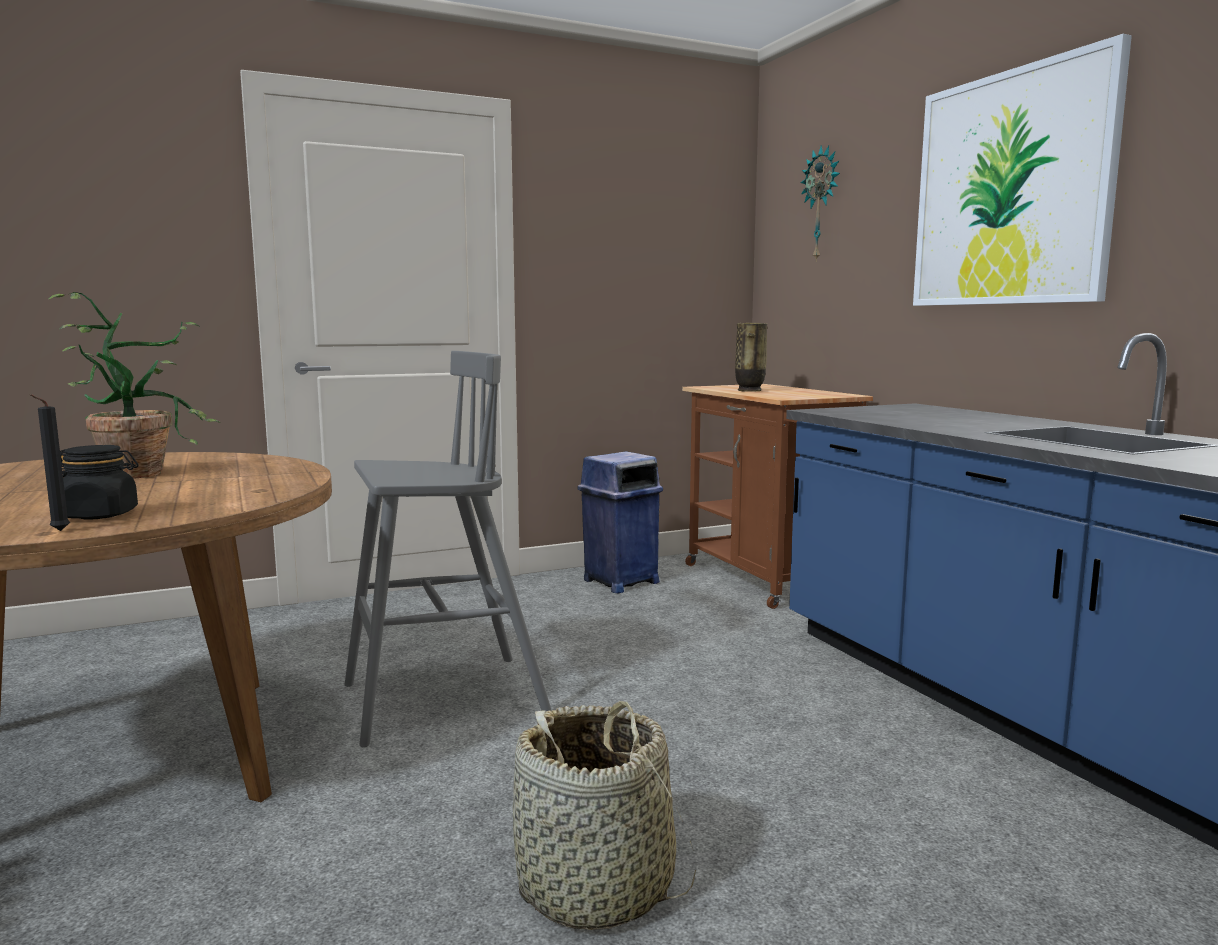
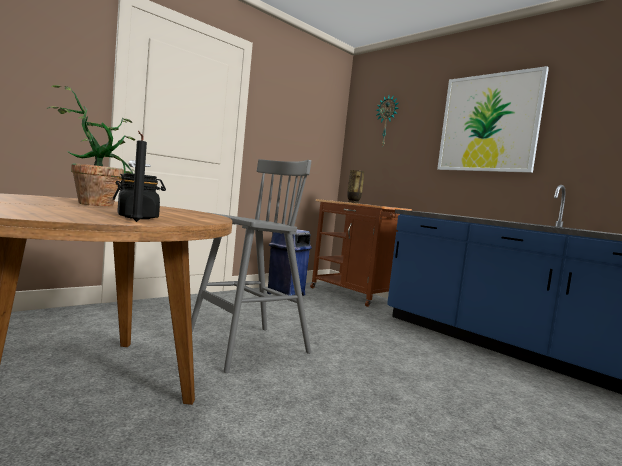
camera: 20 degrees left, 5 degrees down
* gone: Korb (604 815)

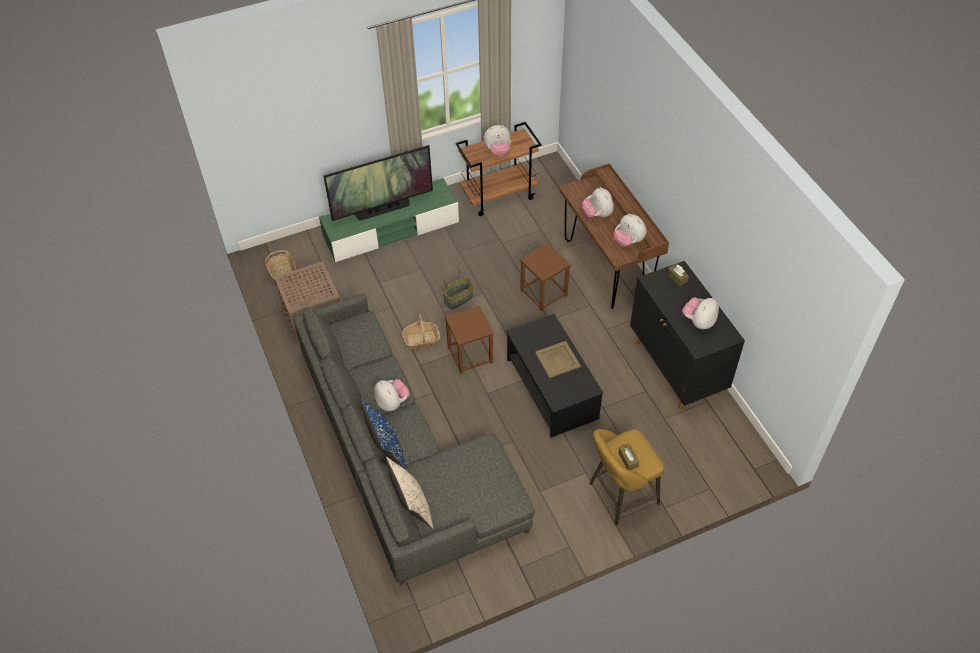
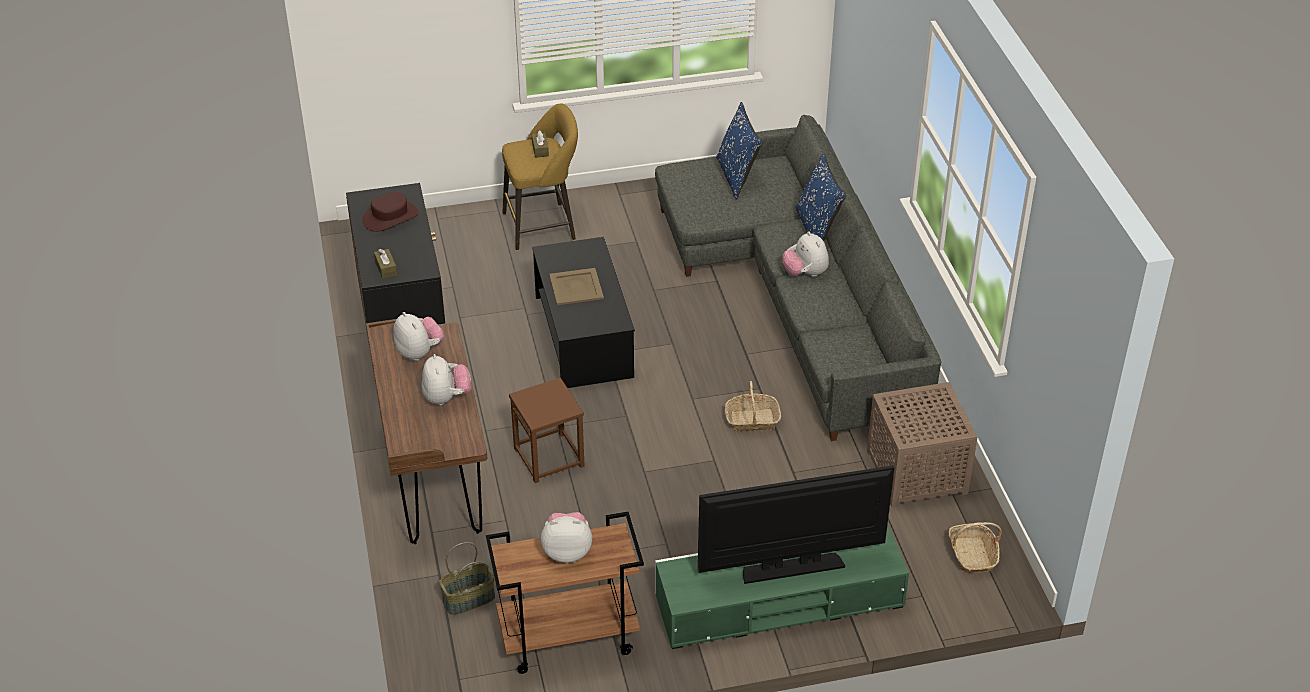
camera: 170 degrees left, 10 degrees down
* shifted: Korb (457 288) to (467 578)
* swapped: Plüschtier (700 313) to Hut [braun] (390 212)
* gone: Hocker [braun] (469 340)
* gone: Kissen [beige] (410 493)
* new: Kissen [blau] (739 151)

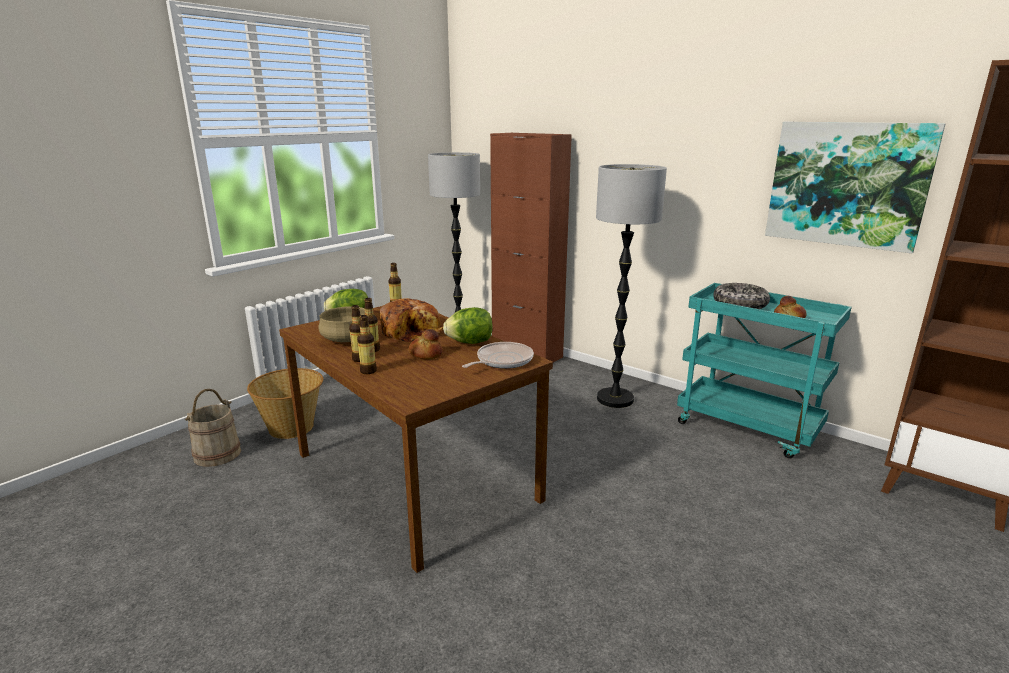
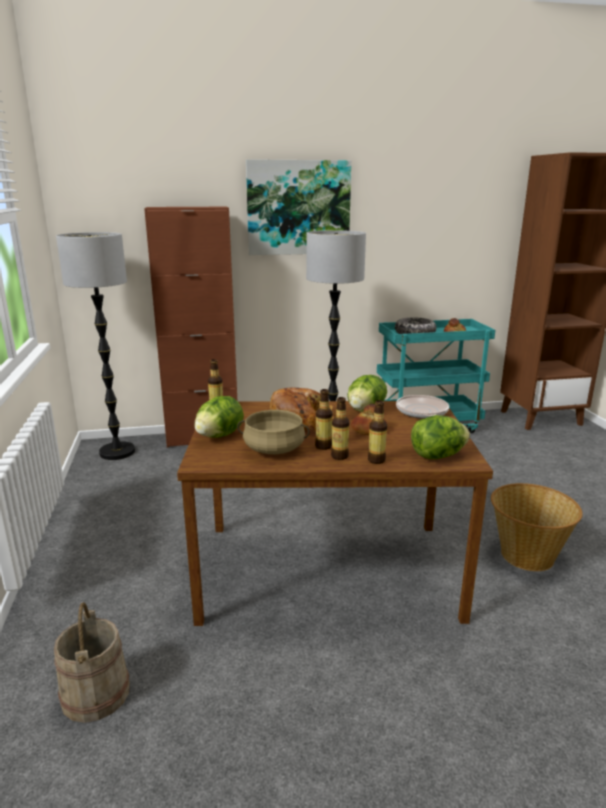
camera: 50 degrees left, 0 degrees up
* shifted: Bild (855 187) to (298 207)
* shifted: Korb (285 403) to (537 527)
* new: Salatkopf (440 437)

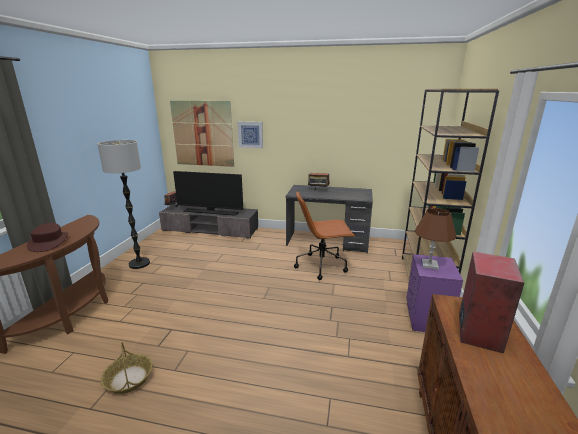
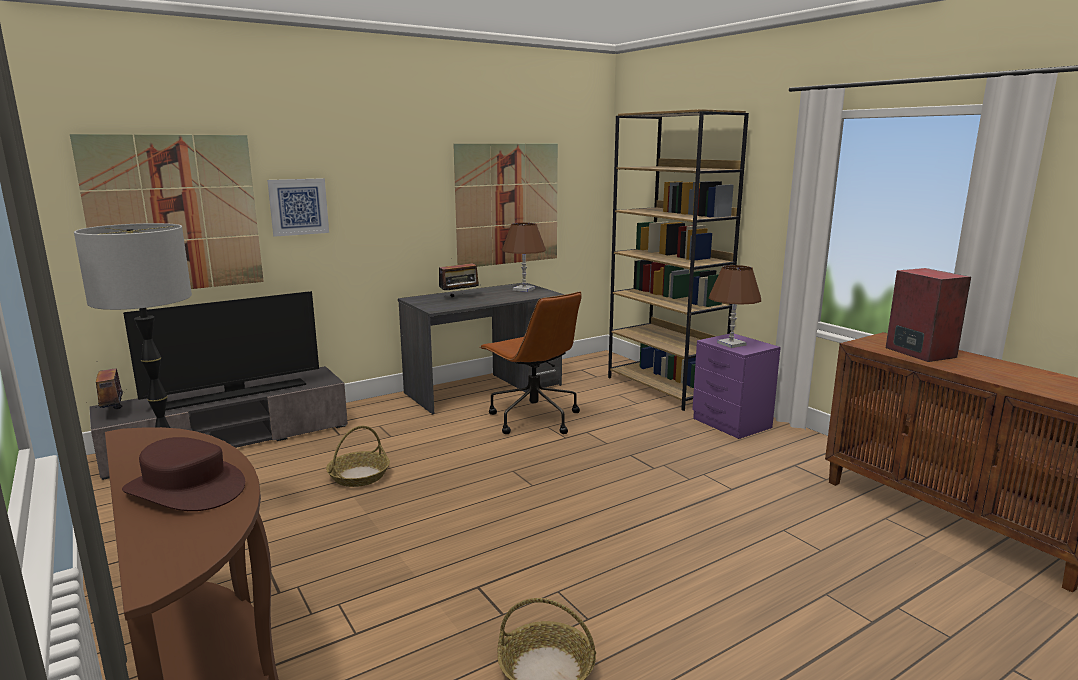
camera: 45 degrees left, 5 degrees down
* rotated: Bürostuhl [braun] (324 235) = (530 363) 75 degrees counterclockwise
* new: Bild (505 205)
* new: Tischlampe [braun] (524 257)
* new: Korb (358 456)

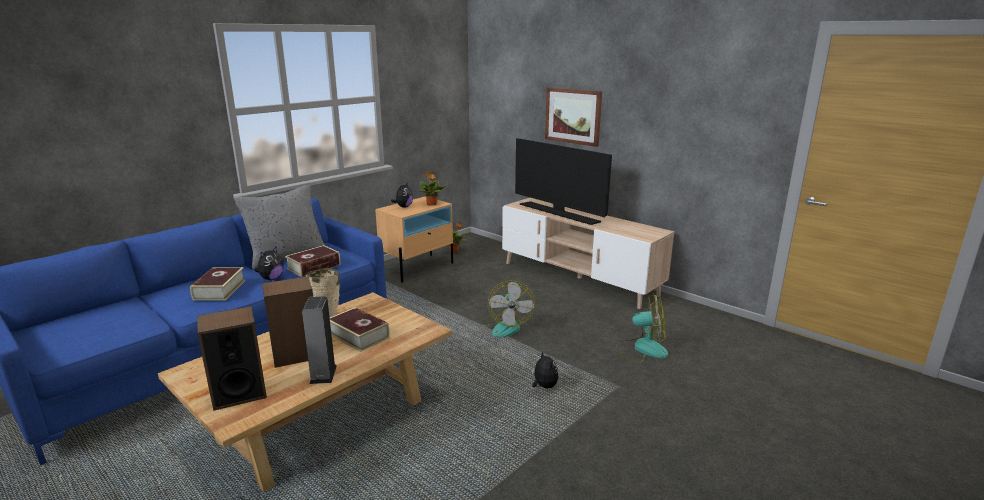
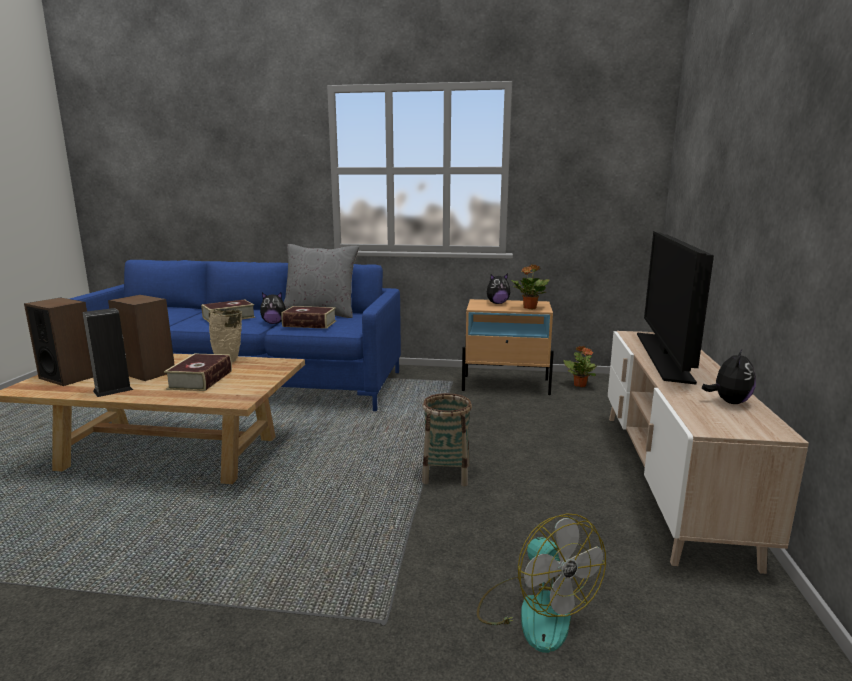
camera: 55 degrees right, 5 degrees down
* gone: Bild (573 117)
* swapped: Ventilator (507 309) to Korb (447 440)
* shifted: Plüschtier (544 369) to (729 376)

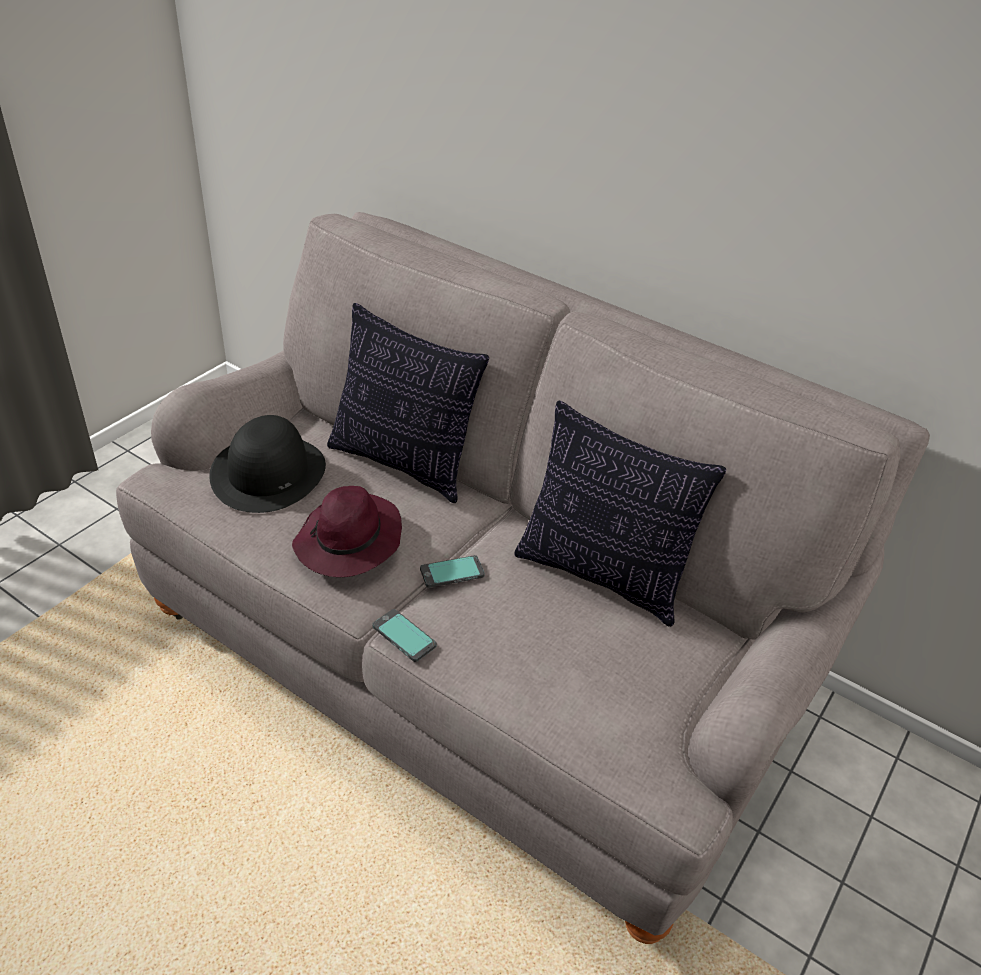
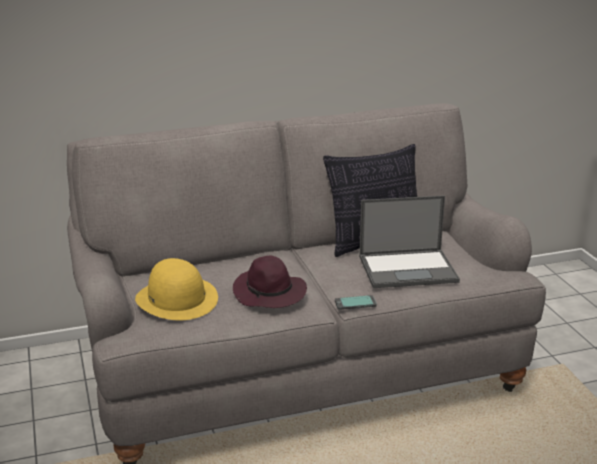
camera: 50 degrees left, 15 degrees down
* gone: Kissen (408 403)
* repainted: Hut [schwarz] (267 464) to Hut [gelb] (176 289)
* gone: Handy (452 571)
* new: Laptop (409 241)

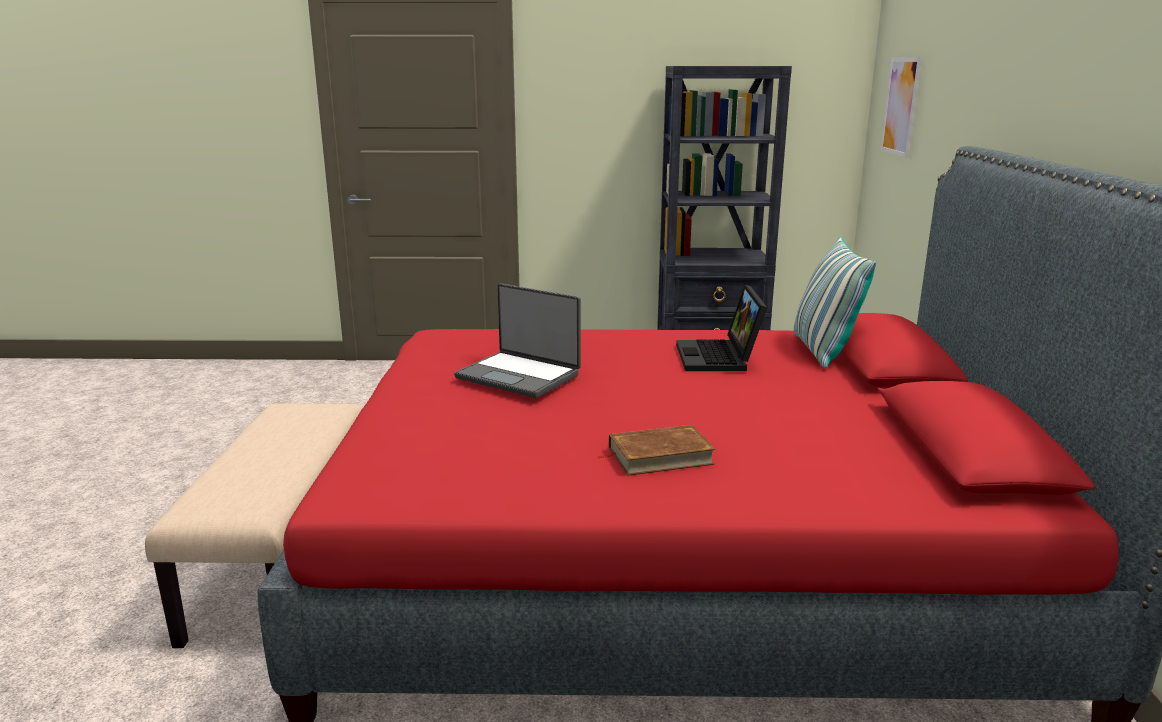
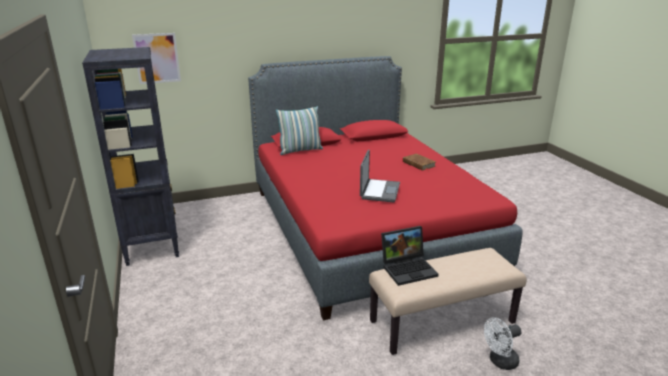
camera: 110 degrees left, 5 degrees up
* shifted: Laptop (721 328) to (410 256)
* new: Ventilator [weiß] (502 343)

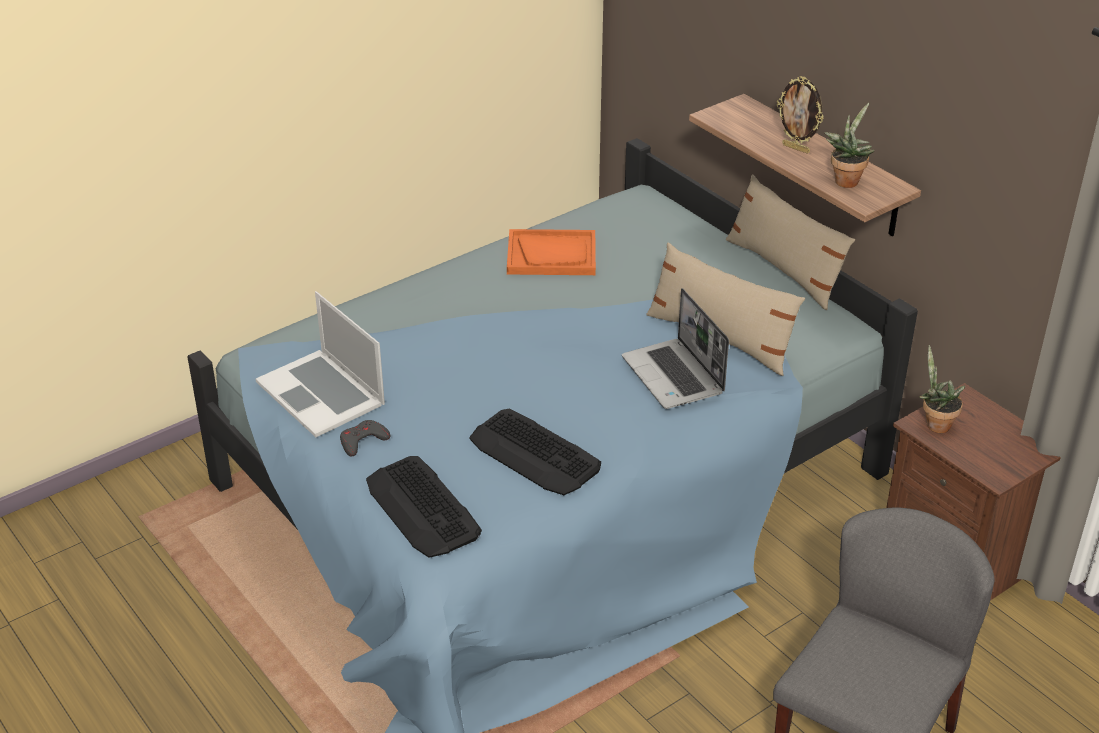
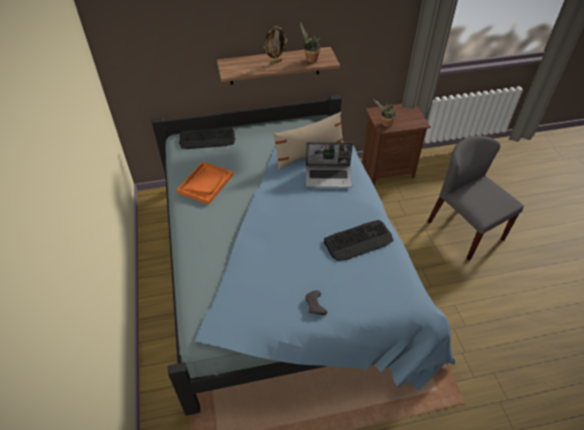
camera: 65 degrees left, 10 degrees up
* gone: Kissen [beige] (790 242)
* gone: Laptop (320 364)
* shifted: Tastatur (424 507) to (207 138)

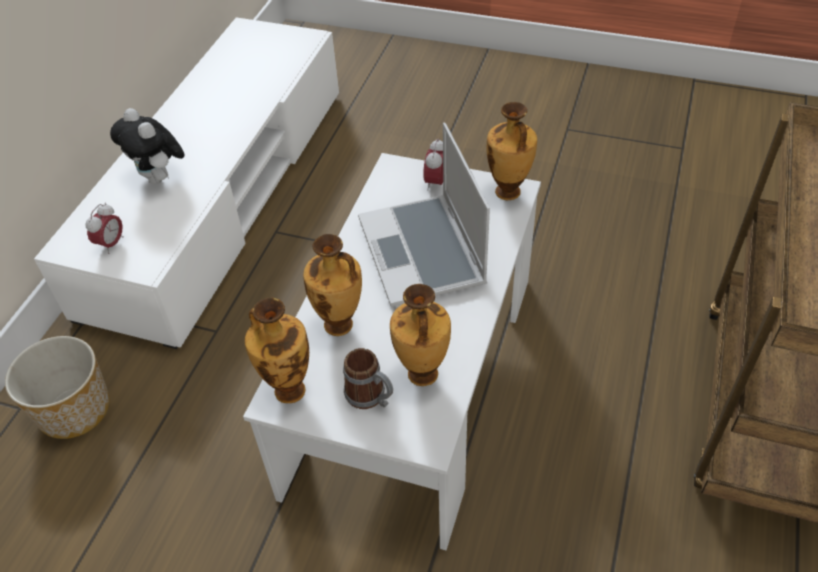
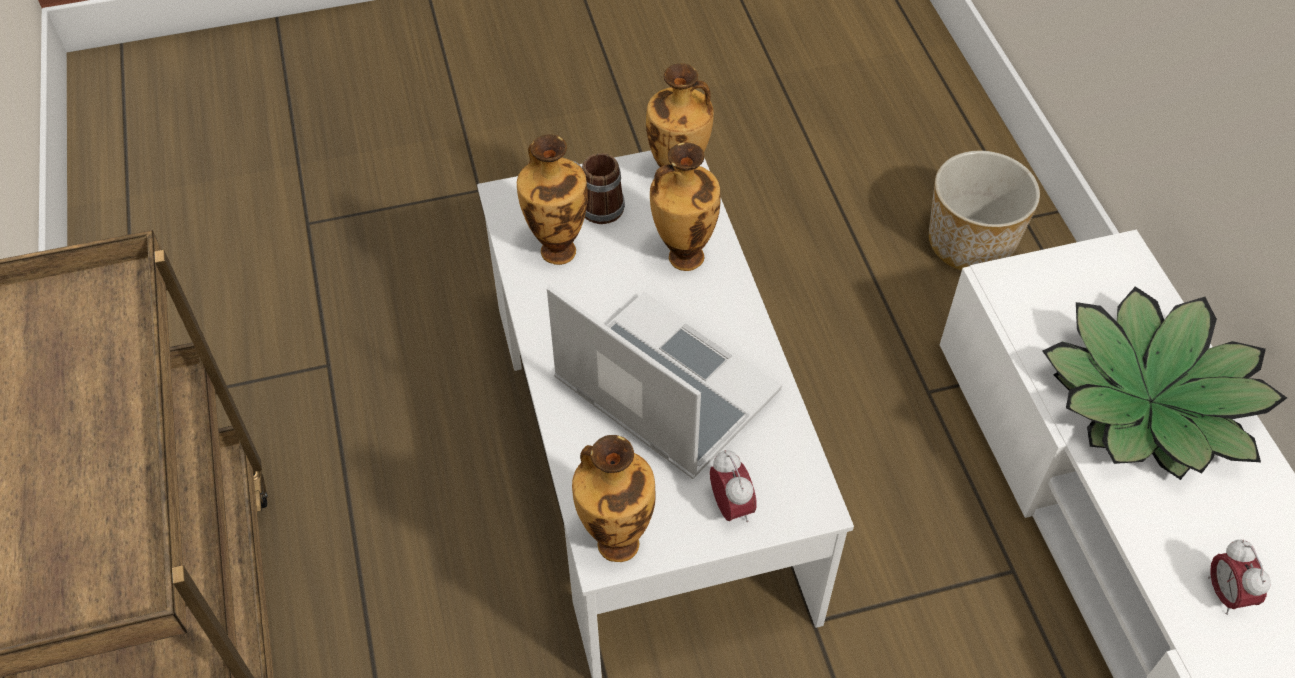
camera: 145 degrees right, 5 degrees up
* swapped: Plüschtier (147 146) to Topfpflanze (1164 383)
* shifted: Wecker (104 228) to (1239 577)

